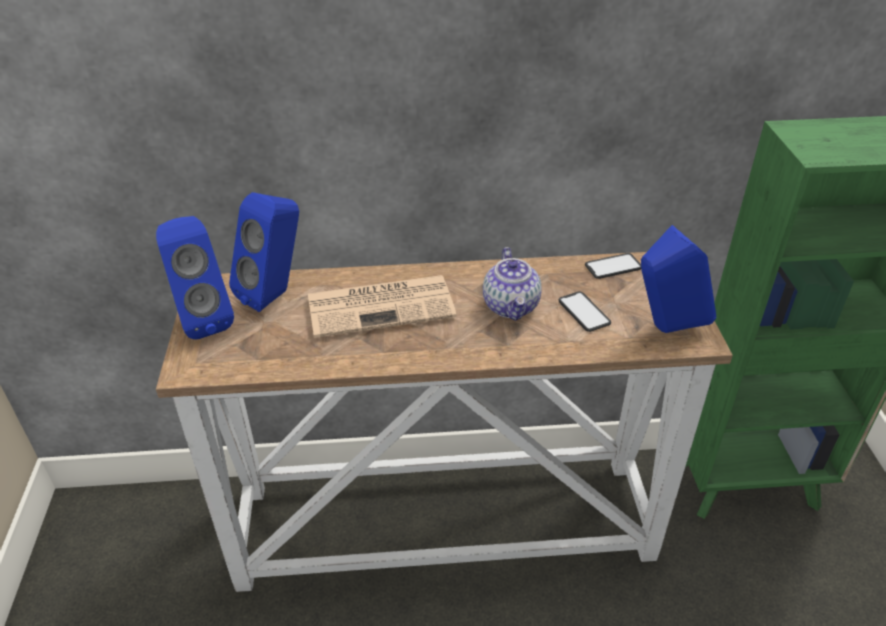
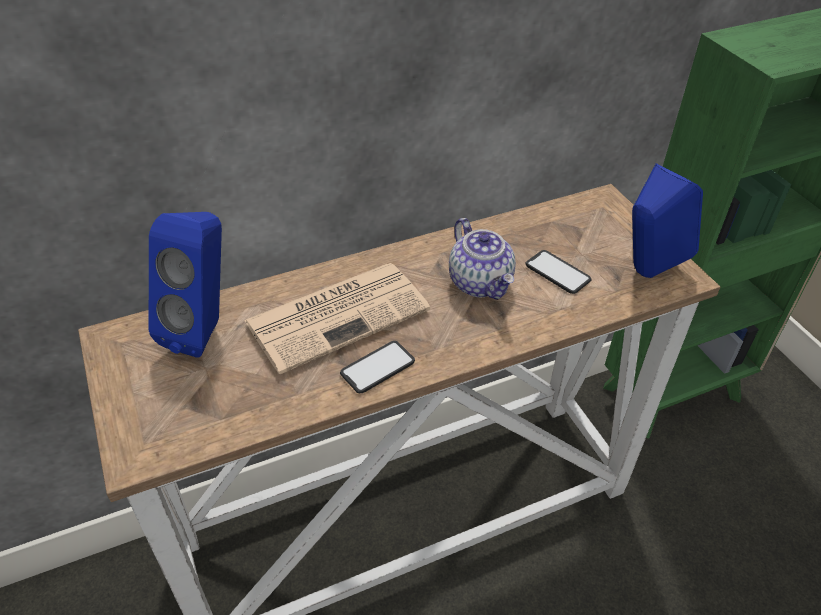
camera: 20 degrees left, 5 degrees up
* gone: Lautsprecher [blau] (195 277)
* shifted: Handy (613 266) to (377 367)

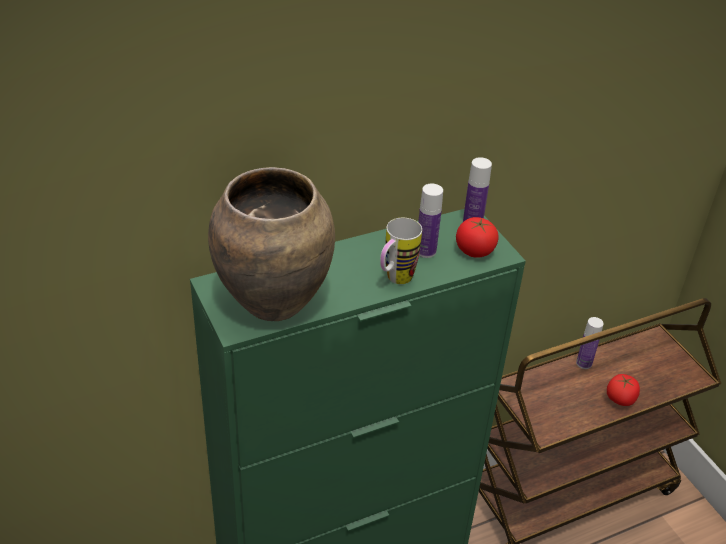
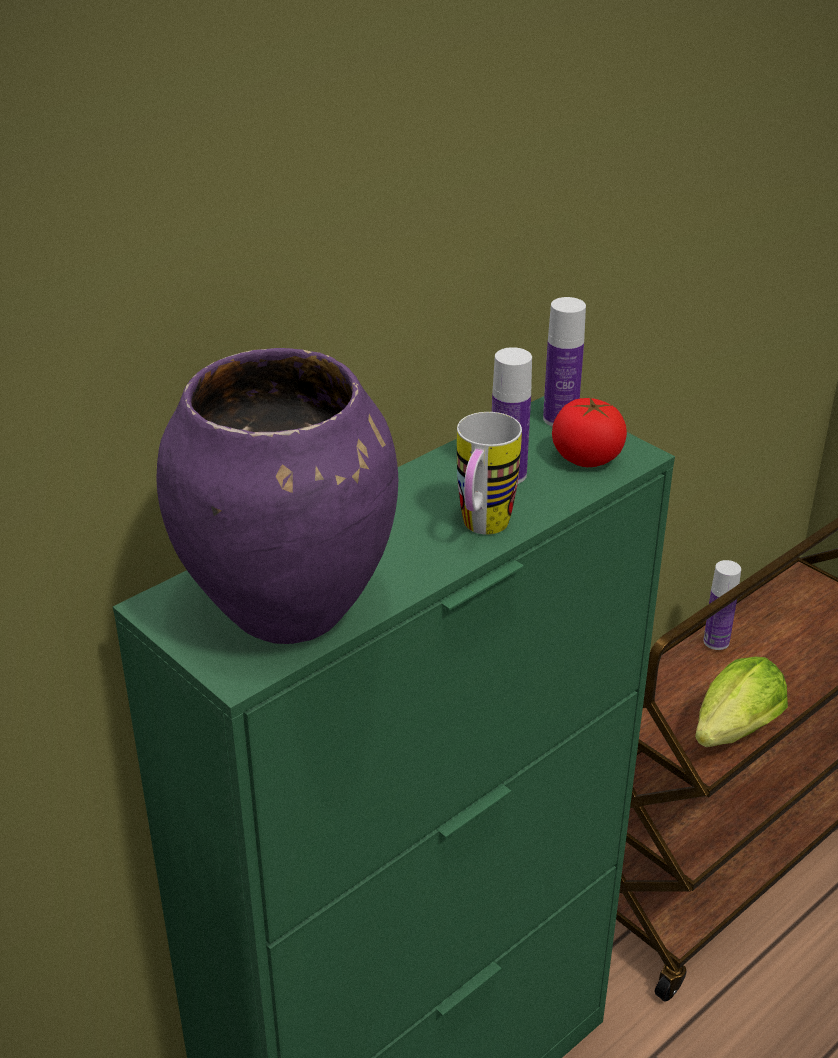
camera: 15 degrees left, 5 degrees down
* repainted: Vase [braun] (271 244) to Vase [lila] (277 496)
* gone: Tomate (623 390)
* new: Salatkopf (741 702)

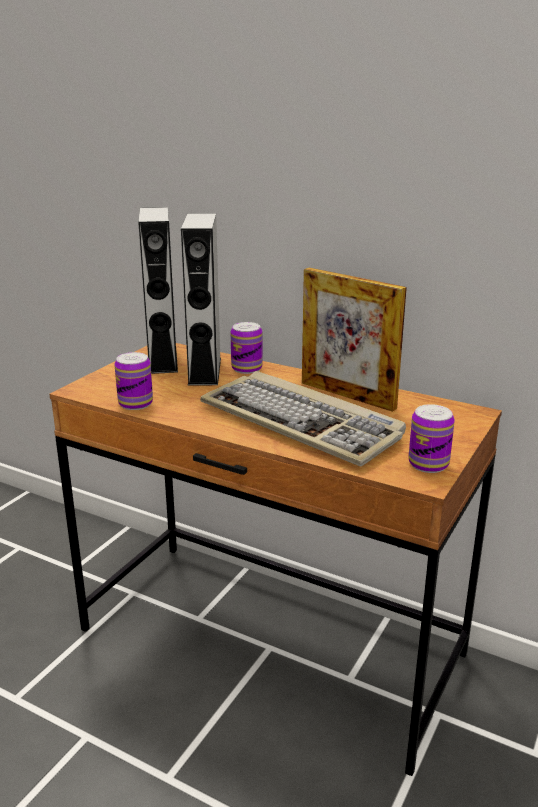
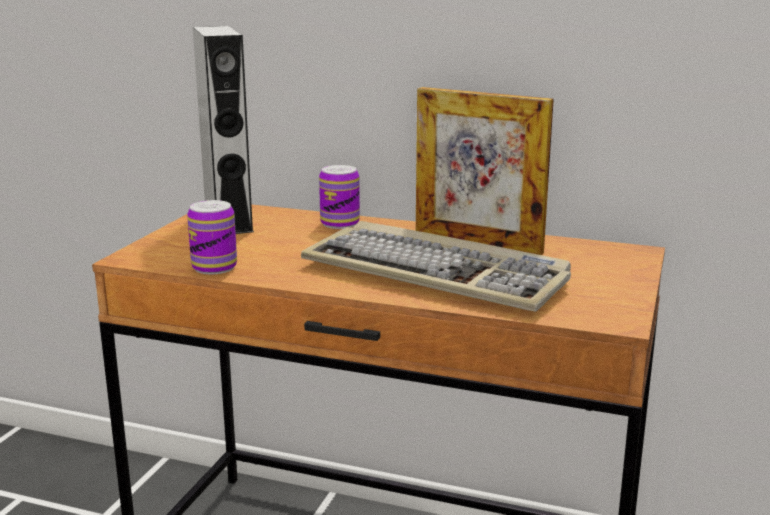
camera: 10 degrees left, 5 degrees down
* gone: Lautsprecher [grau] (201 299)
* gone: Dose (432 438)

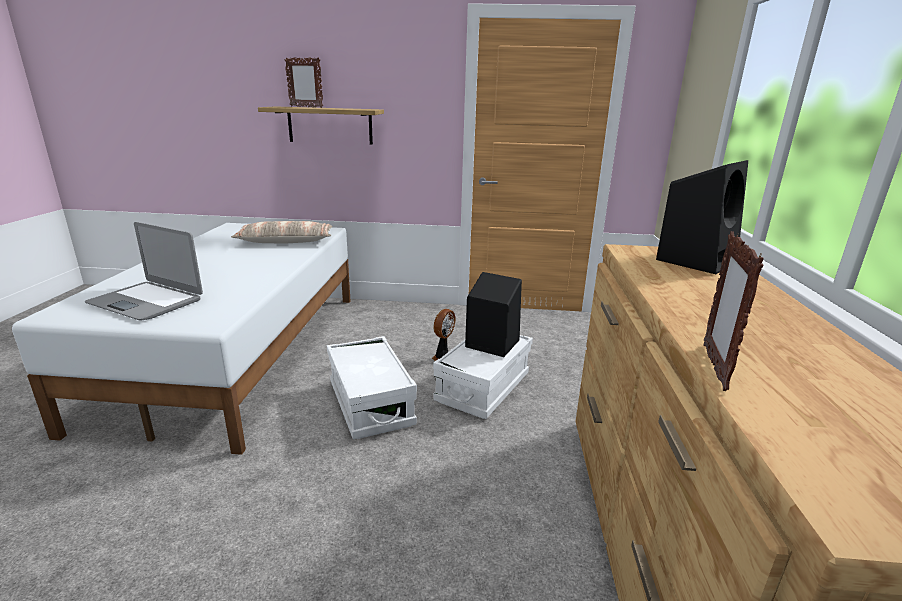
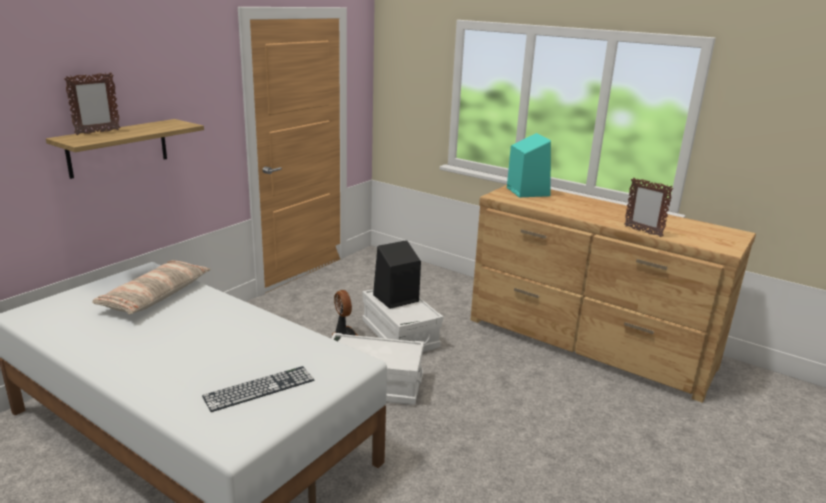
camera: 60 degrees left, 0 degrees up
* repainted: Lautsprecher [schwarz] (702 217) to Lautsprecher [türkis] (529 165)
* swapped: Laptop (144 271) to Tastatur (258 389)

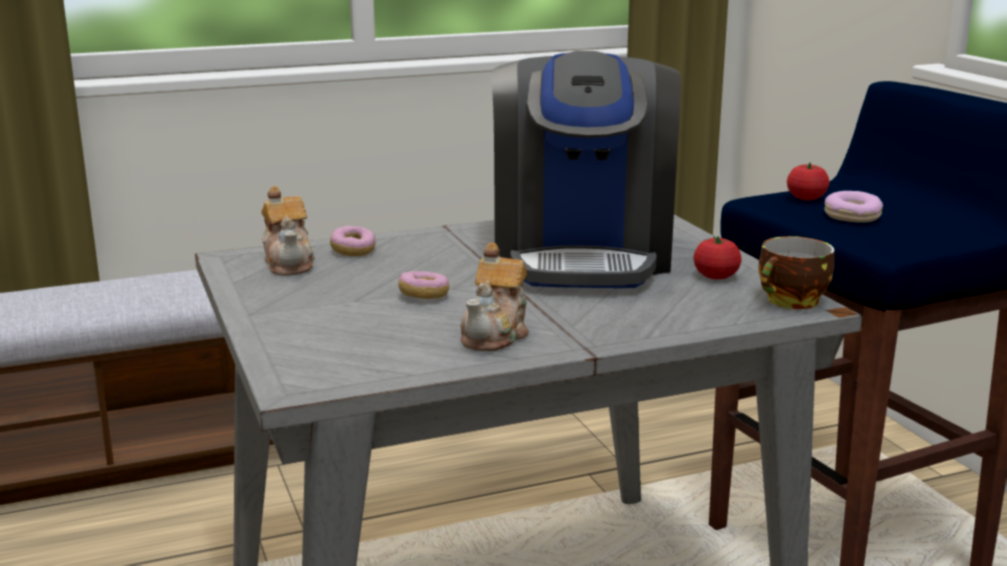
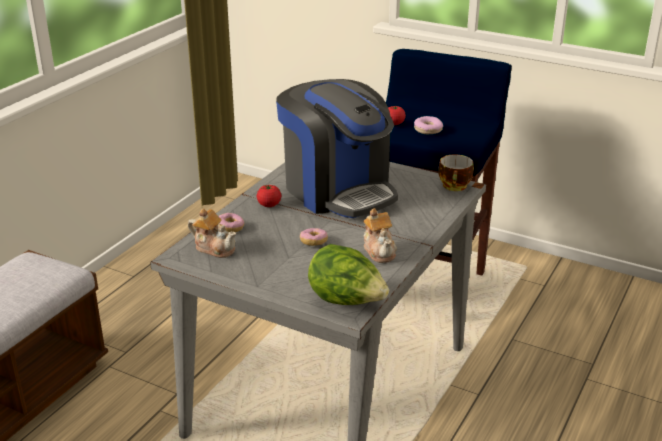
camera: 40 degrees left, 10 degrees up
* shifted: Tomate (717 257) to (269 196)
* new: Salatkopf (348 274)

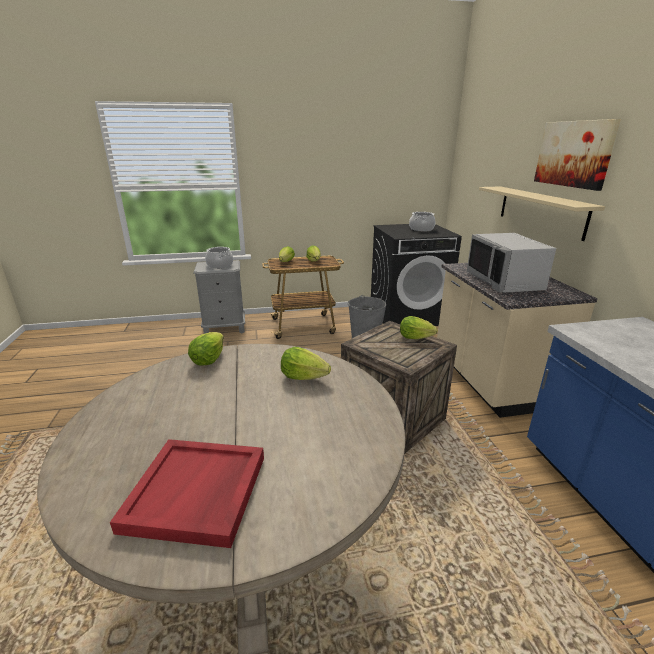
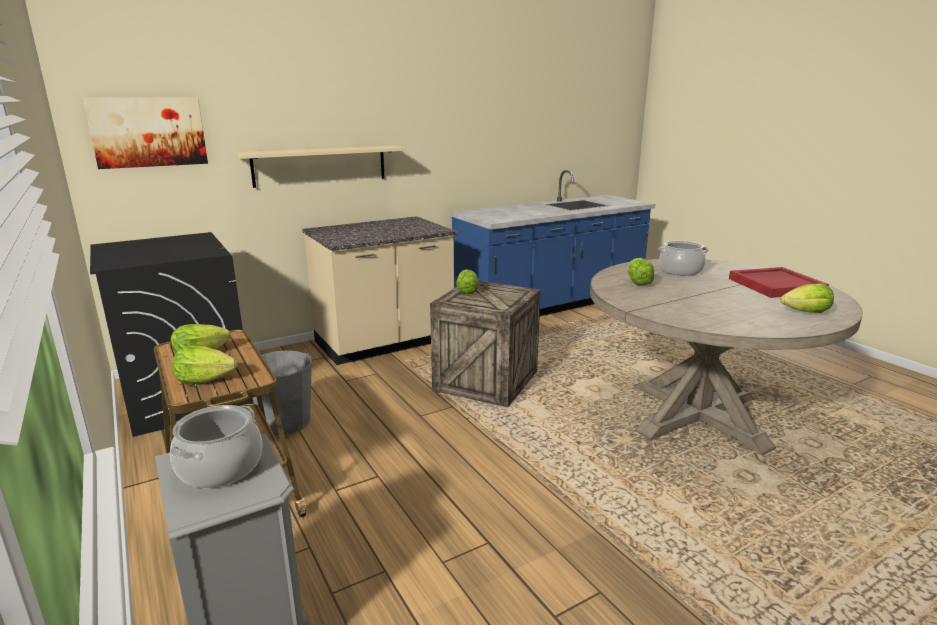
camera: 110 degrees left, 5 degrees down
* shifted: Bild (577 155) to (145 133)
* shifted: Kochtopf (422 221) to (683 258)
* gone: Mikrowelle [grau] (511 263)
* shifted: Salatkopf (206 349) to (807 298)

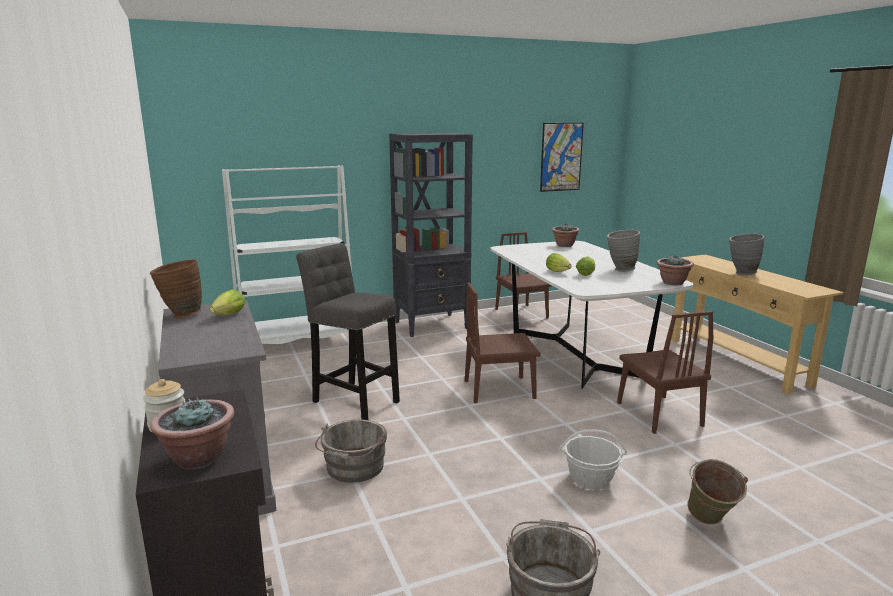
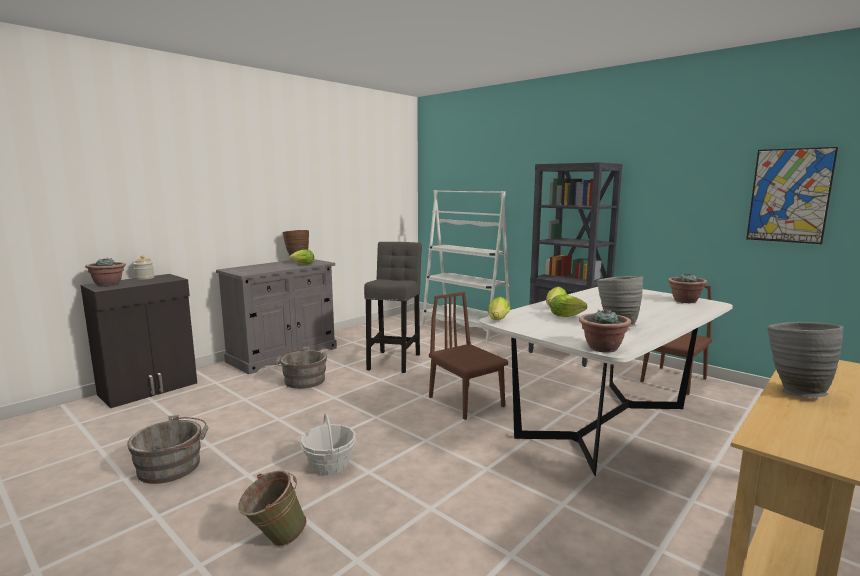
camera: 65 degrees right, 5 degrees down
* gone: Stuhl [braun] (665 372)
* new: Salatkopf (499 308)

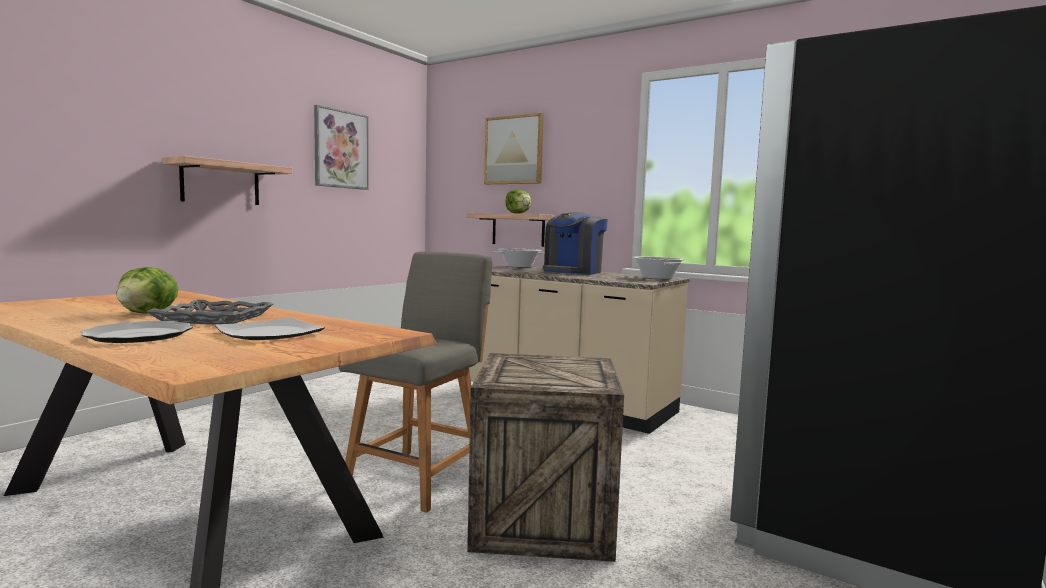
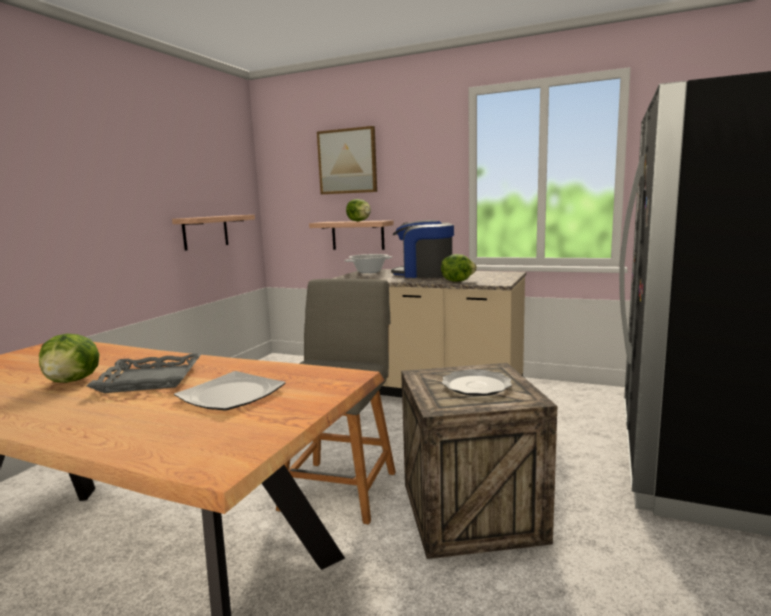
camera: 10 degrees left, 5 degrees up
* gone: Bild (341 147)
* shifted: Wandregal (227 180) to (213 233)
* rotated: Kaffeemaschine (575 243) = (422 249) 90 degrees clockwise
* gone: Kochtopf (658 268)
* shifted: Teller (137 332) to (477 383)
* new: Salatkopf (459 268)

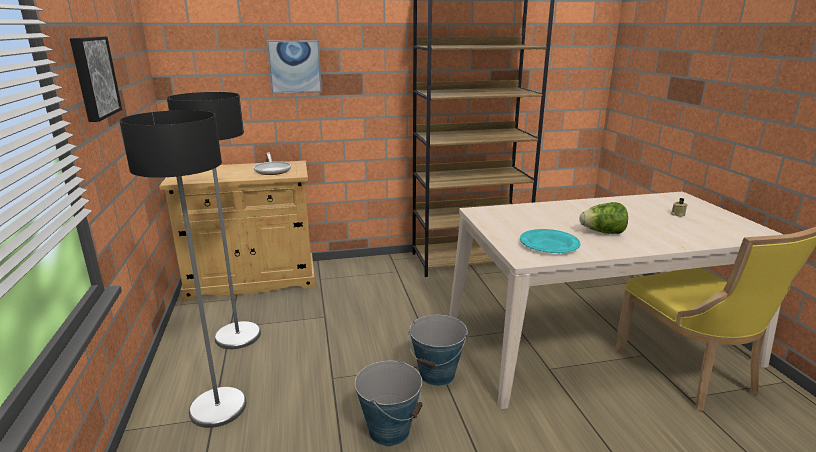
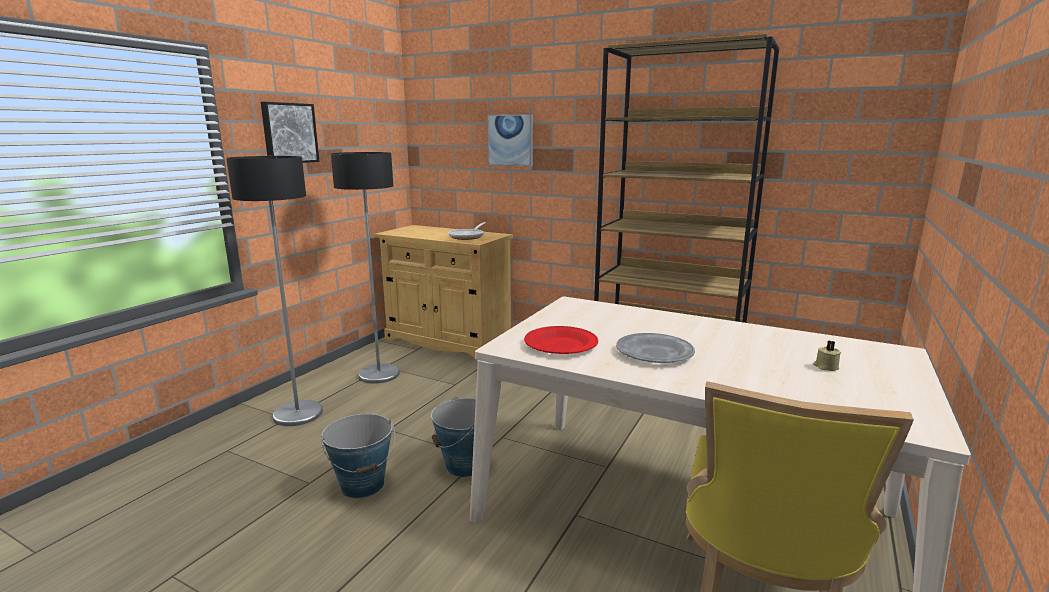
camera: 40 degrees right, 5 degrees down
* swapped: Salatkopf (603 218) to Teller [grau] (655 348)
* repainted: Teller [türkis] (550 241) to Teller [rot] (561 340)

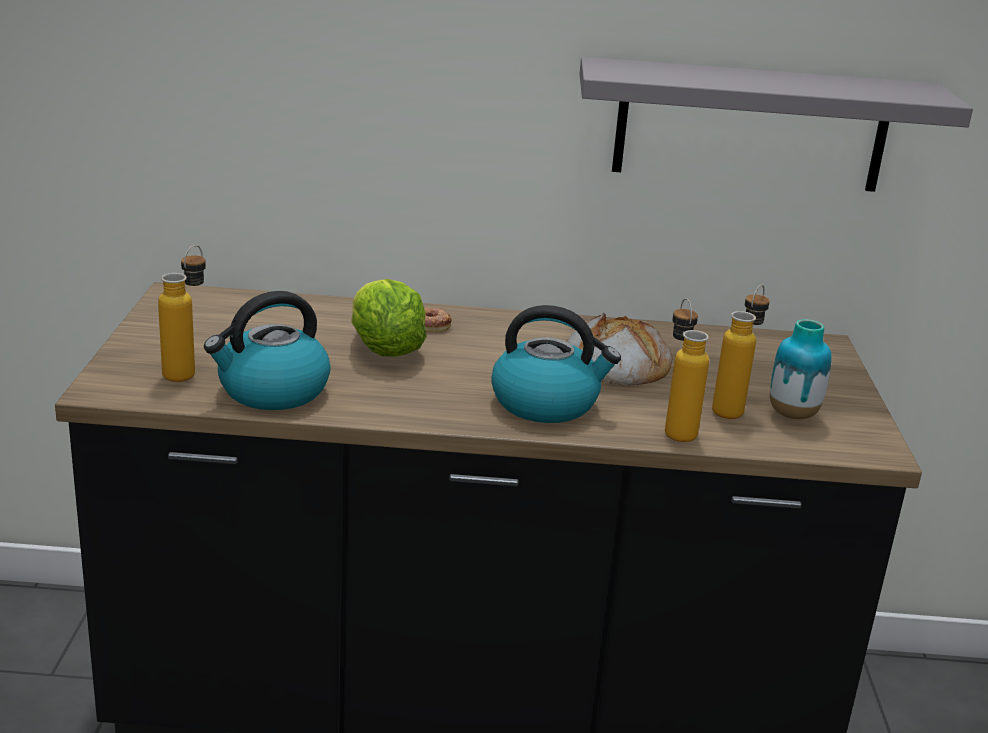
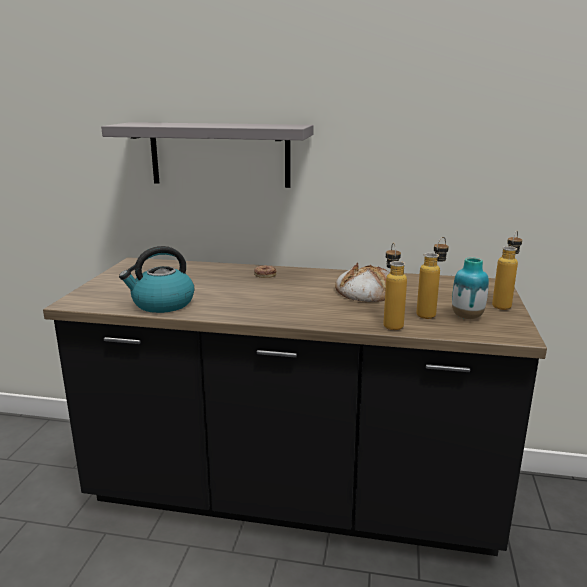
camera: 10 degrees right, 5 degrees down
* shifted: Wandregal [grau] (776 124) to (207 155)
* shifted: Flasche (182 313) to (507 270)
* gone: Salatkopf (389 318)
* gone: Wasserkessel (556 364)

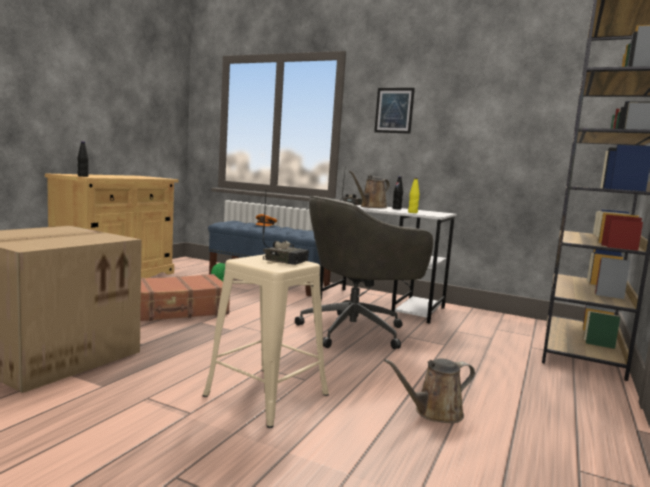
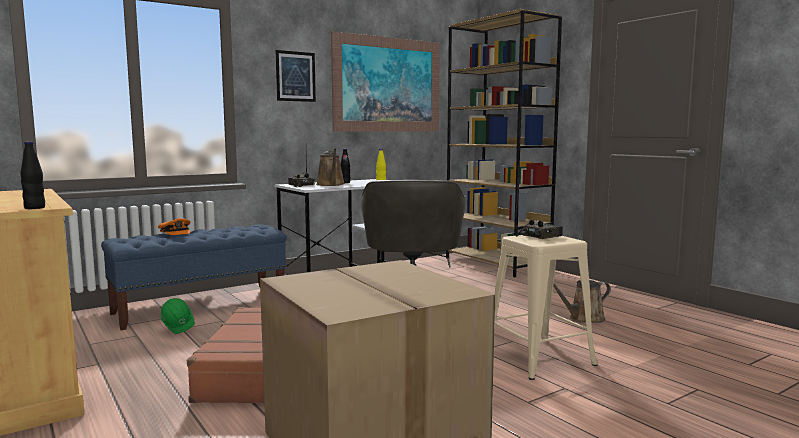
camera: 60 degrees left, 0 degrees up
* rotated: Gießkanne [braun] (429 391) = (582 301) 60 degrees clockwise
* new: Bild (385 81)

